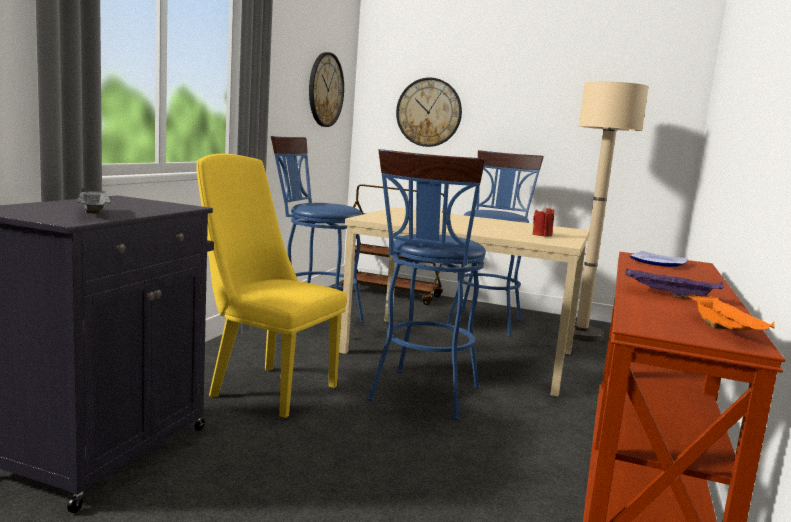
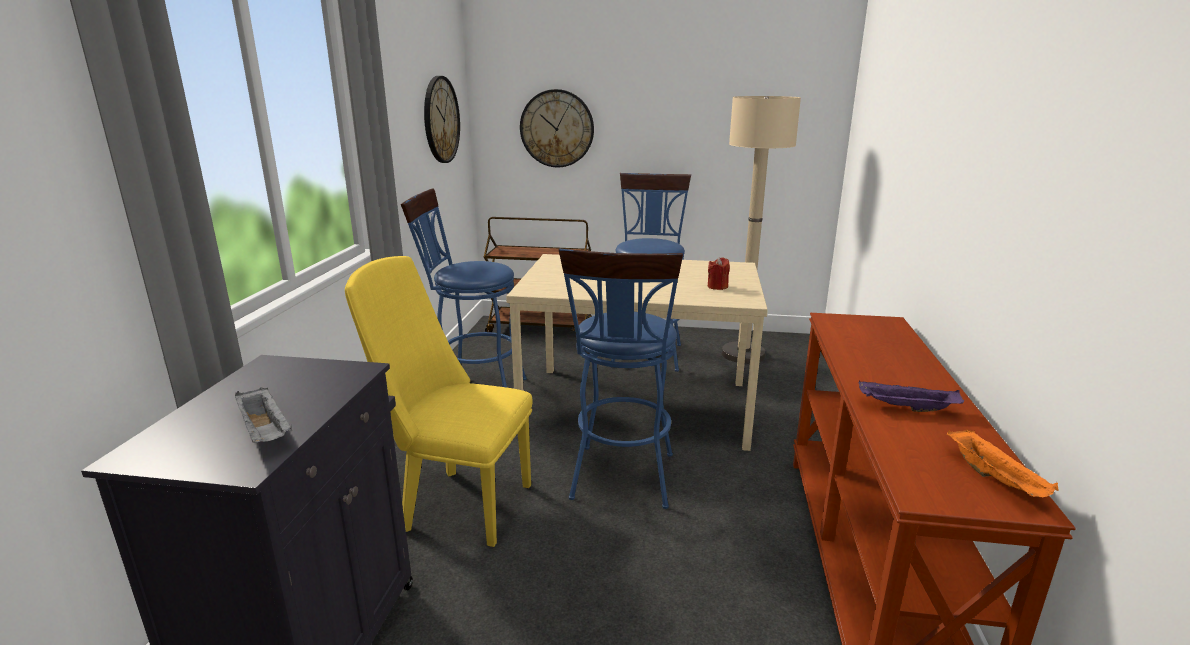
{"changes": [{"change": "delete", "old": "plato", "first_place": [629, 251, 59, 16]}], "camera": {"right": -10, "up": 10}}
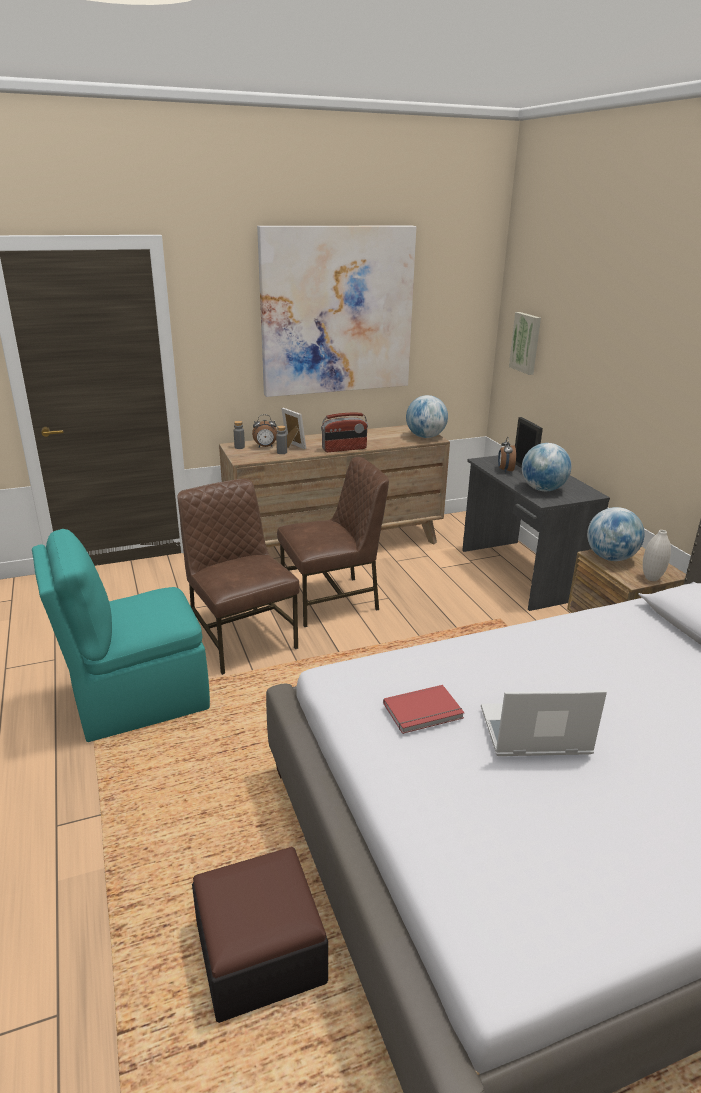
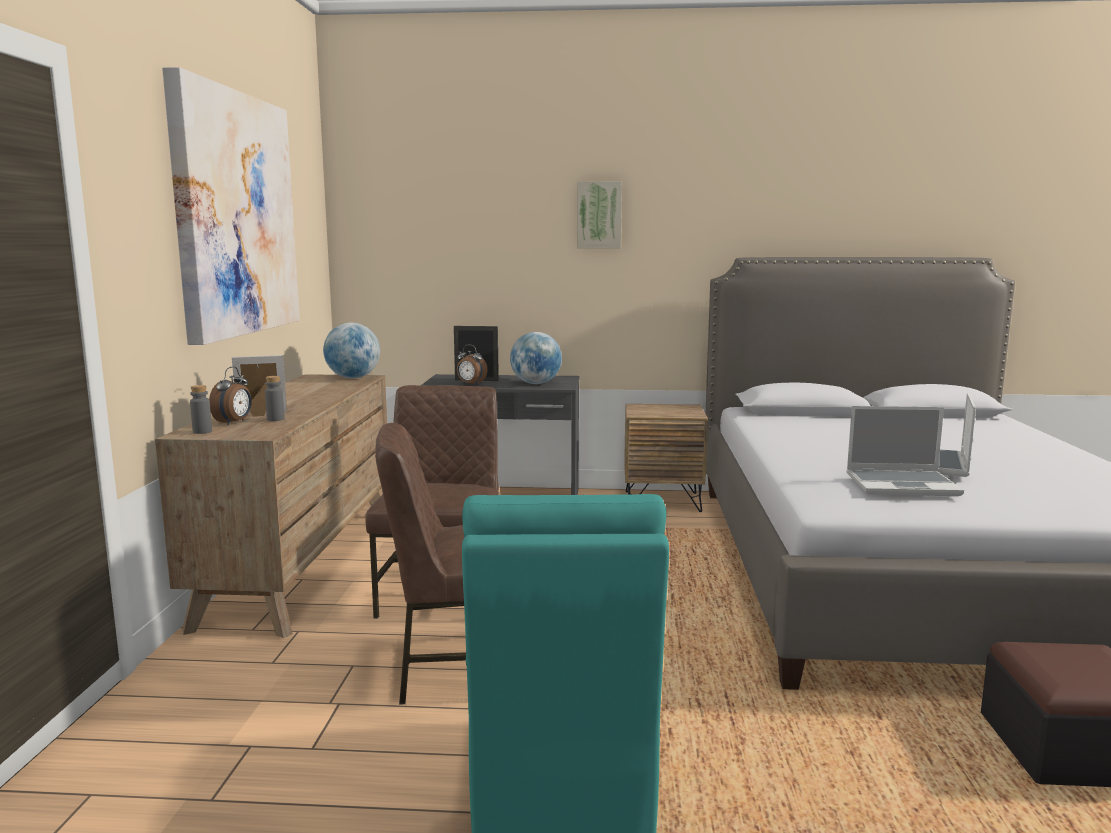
{"changes": [{"change": "move", "old": "cuadro", "first_place": [509, 312, 32, 63], "second_place": [577, 181, 45, 67]}, {"change": "delete", "old": "radio", "first_place": [321, 412, 47, 40]}, {"change": "delete", "old": "globo terráqueo", "first_place": [587, 507, 58, 54]}, {"change": "delete", "old": "florero/blanco", "first_place": [643, 530, 28, 51]}, {"change": "replace", "old": "libro/rojo", "new": "portátil", "first_place": [383, 685, 81, 49], "second_place": [846, 406, 118, 90]}], "camera": {"right": -65, "up": -15}}
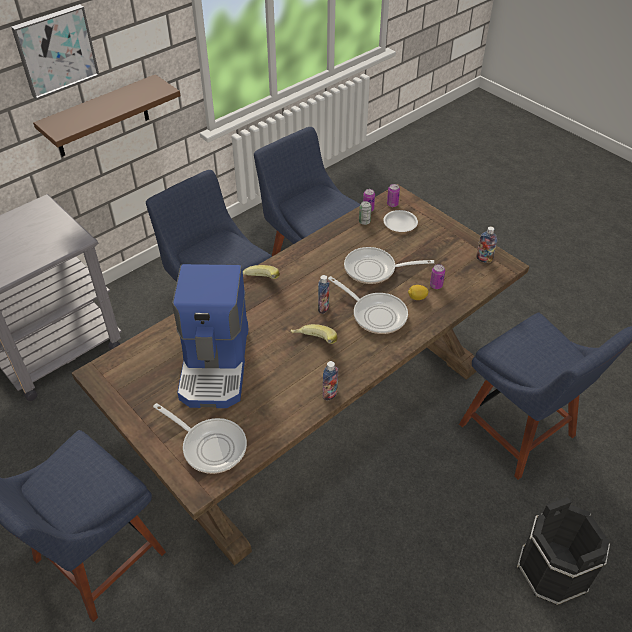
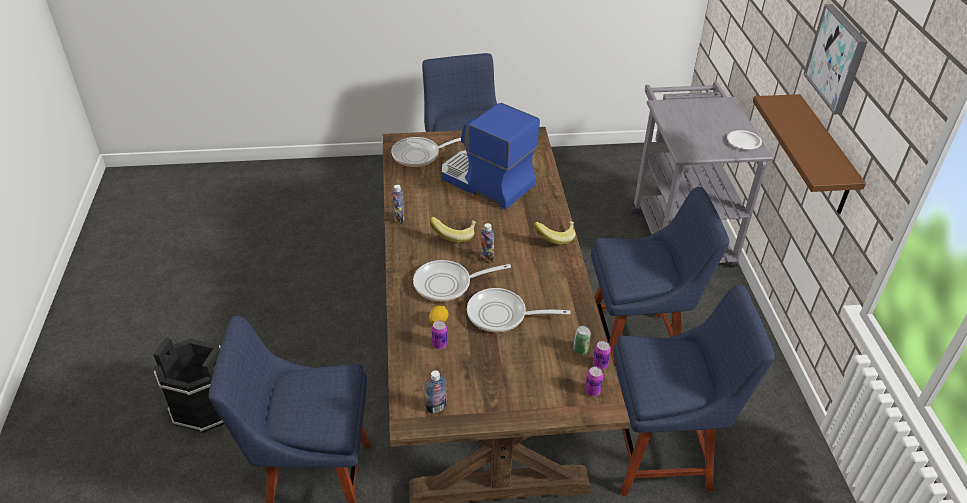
{"changes": [{"change": "move", "old": "plato/blanco", "first_place": [383, 210, 35, 22], "second_place": [727, 130, 35, 19]}, {"change": "rotate", "old": "sartén", "first_place": [344, 247, 90, 37], "second_place": [467, 288, 103, 44], "degrees": -120}], "camera": {"right": 125, "up": -5}}
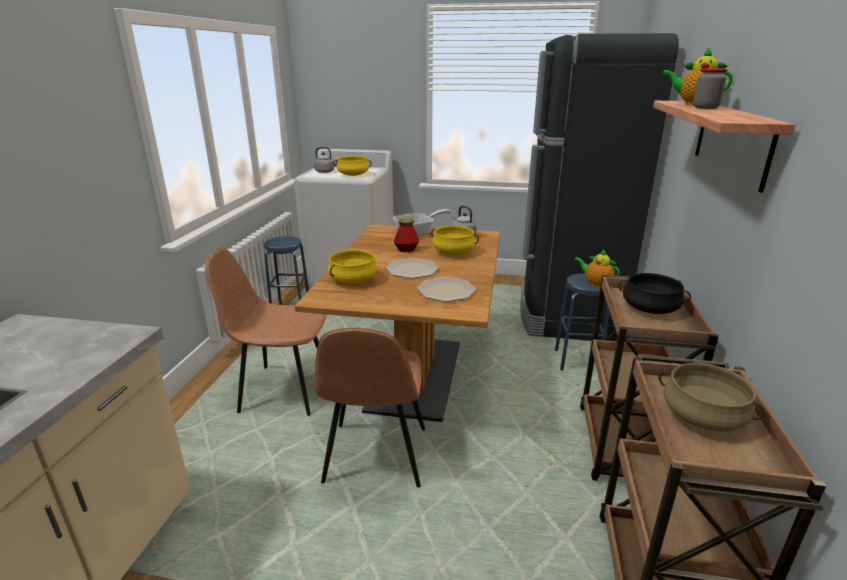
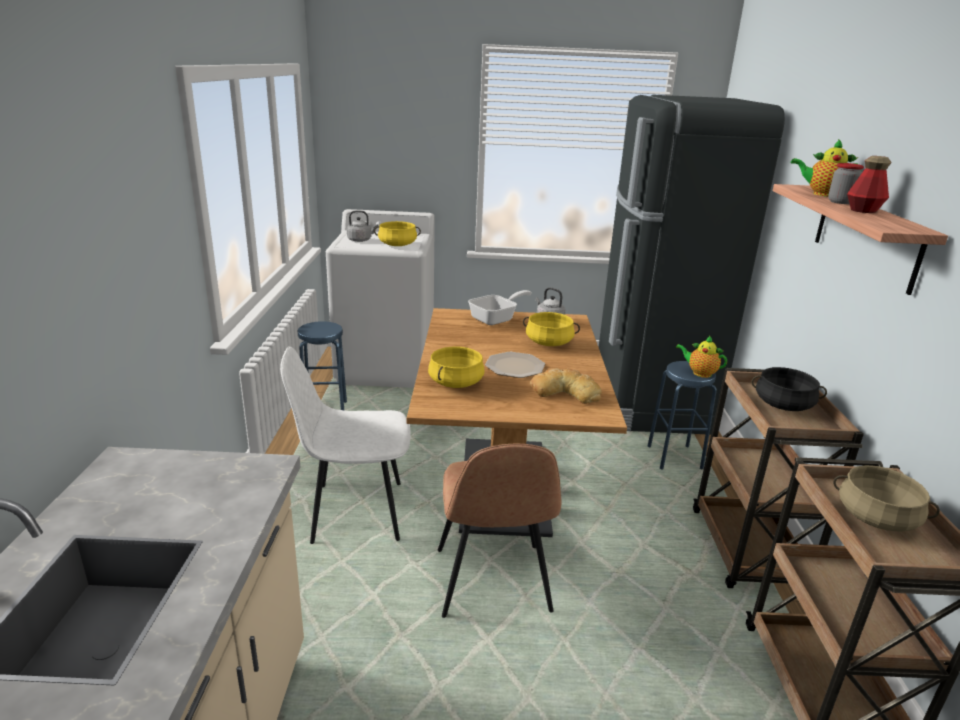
{"changes": [{"change": "move", "old": "botella", "first_place": [394, 216, 25, 36], "second_place": [847, 156, 44, 57]}, {"change": "recolor", "old": "silla/marrón", "new": "silla/blanco", "first_place": [205, 247, 122, 169], "second_place": [280, 346, 130, 198]}, {"change": "replace", "old": "plato", "new": "pan", "first_place": [417, 277, 59, 25], "second_place": [530, 368, 72, 36]}], "camera": {"right": -10, "up": 0}}
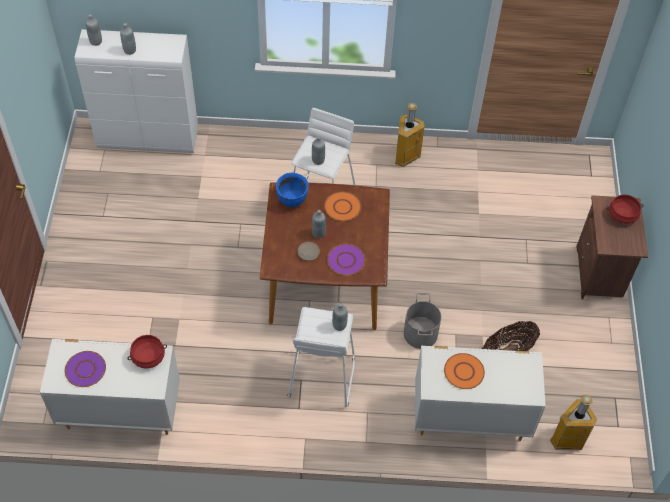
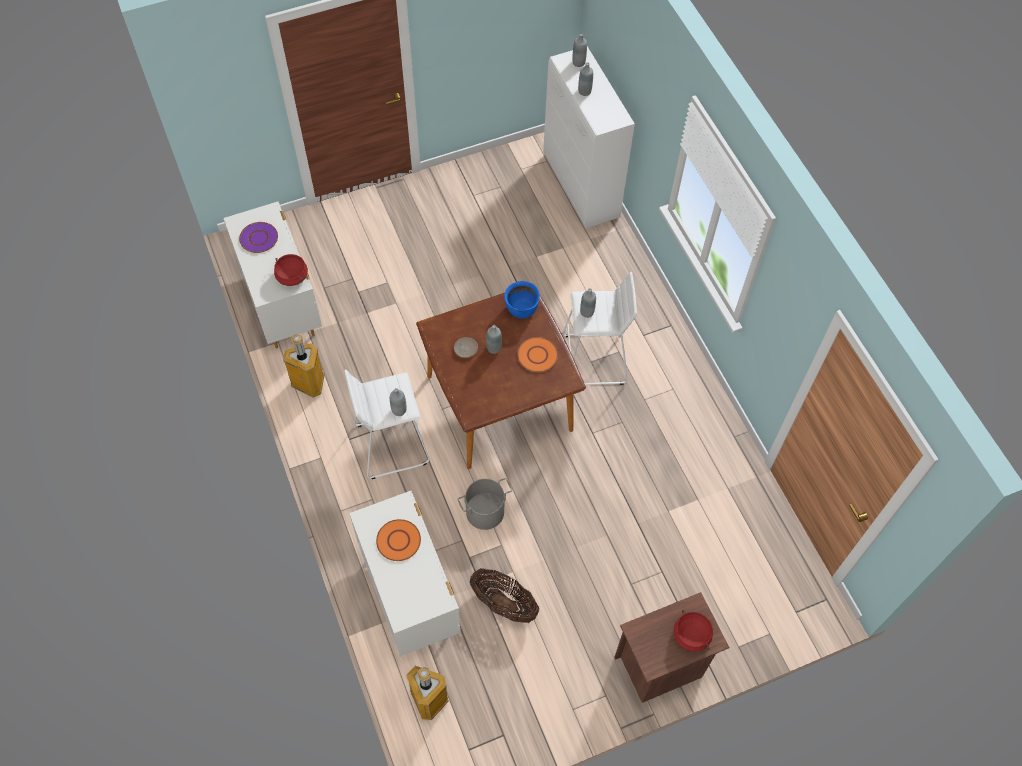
{"changes": [{"change": "move", "old": "papelera", "first_place": [395, 103, 30, 64], "second_place": [283, 334, 42, 64]}, {"change": "delete", "old": "plato/morado", "first_place": [327, 244, 38, 32]}], "camera": {"right": 65, "up": 5}}
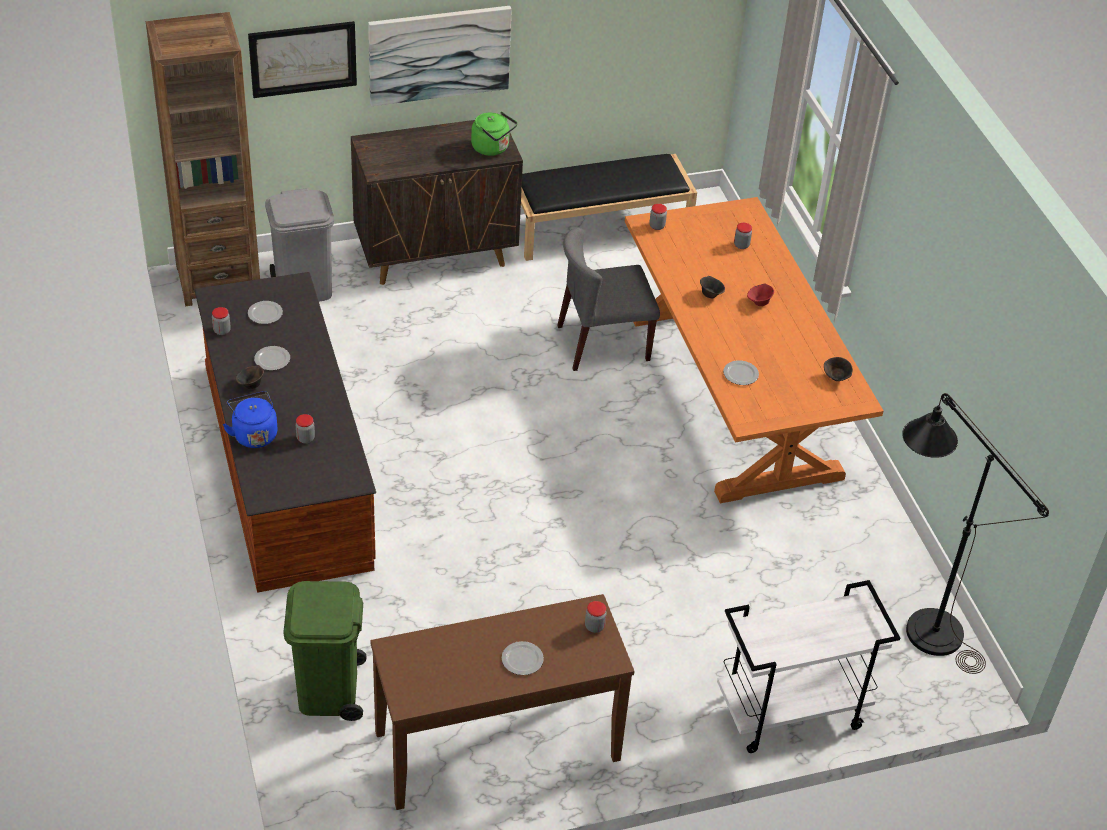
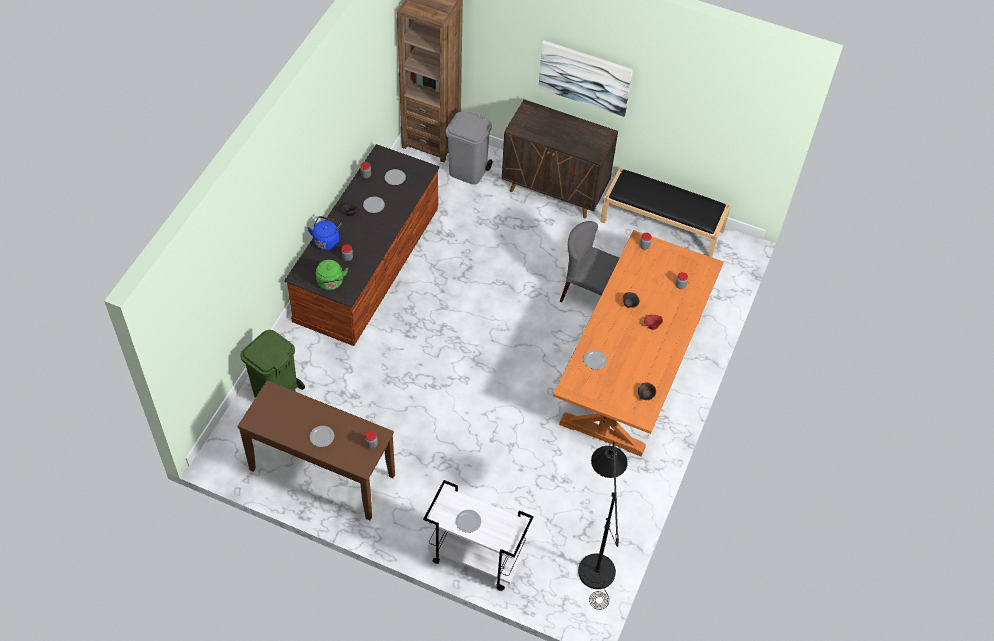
{"changes": [{"change": "delete", "old": "cuadro", "first_place": [248, 21, 109, 77]}, {"change": "move", "old": "hervidor/verde", "first_place": [471, 112, 46, 44], "second_place": [316, 260, 32, 30]}, {"change": "insert", "new": "plato", "second_place": [456, 510, 25, 23]}], "camera": {"right": 40, "up": 10}}
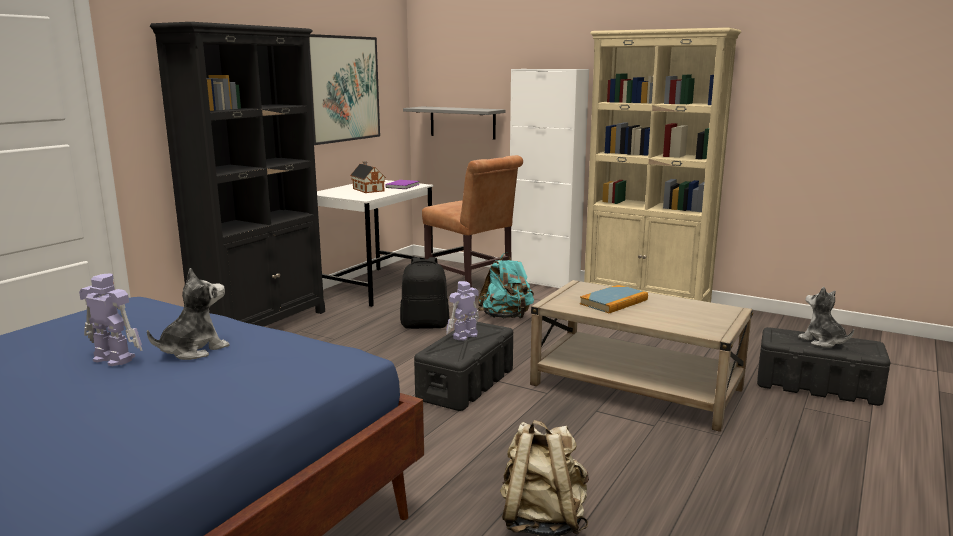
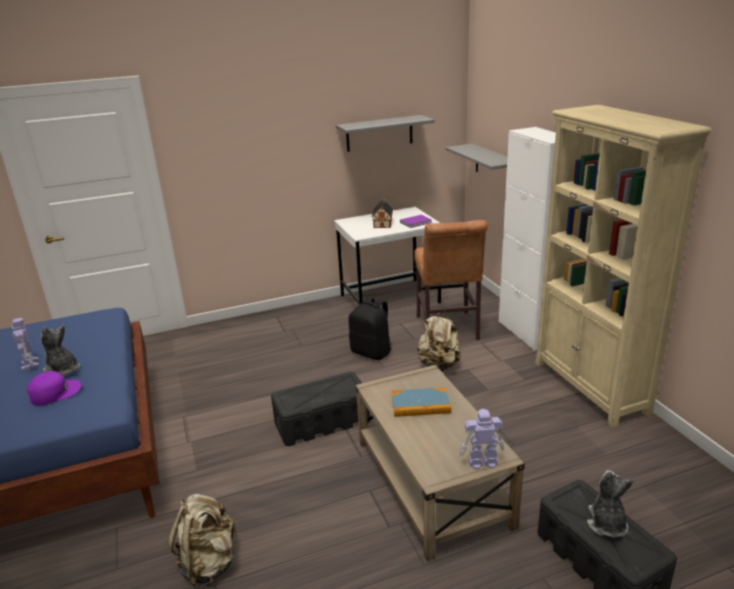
{"changes": [{"change": "delete", "old": "estantería/negro", "first_place": [150, 22, 175, 305]}, {"change": "replace", "old": "cuadro", "new": "estante/gris", "first_place": [308, 34, 72, 111], "second_place": [336, 115, 99, 37]}, {"change": "recolor", "old": "mochila/turquesa", "new": "mochila/beis", "first_place": [478, 252, 56, 66], "second_place": [417, 310, 44, 61]}, {"change": "rotate", "old": "peluche", "first_place": [147, 268, 82, 92], "second_place": [41, 325, 39, 52], "degrees": -135}, {"change": "move", "old": "robot de juguete", "first_place": [446, 281, 33, 60], "second_place": [459, 409, 45, 60]}, {"change": "insert", "new": "gorra/morado", "second_place": [27, 371, 55, 34]}], "camera": {"right": 40, "up": 10}}
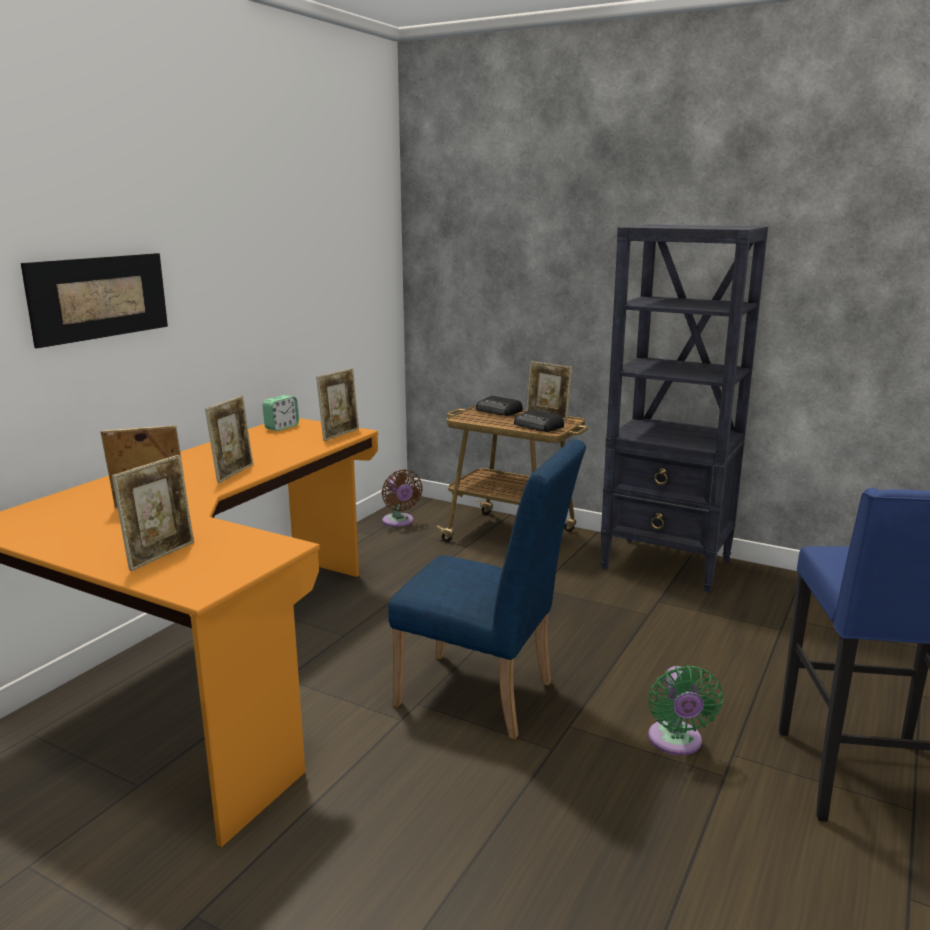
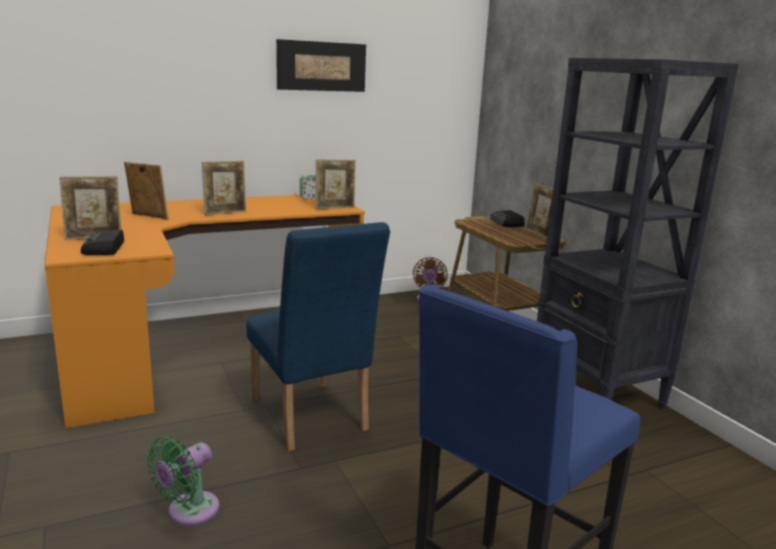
{"changes": [{"change": "move", "old": "cuadro", "first_place": [21, 253, 147, 95], "second_place": [276, 39, 90, 53]}, {"change": "move", "old": "radio", "first_place": [514, 409, 50, 23], "second_place": [81, 230, 43, 25]}, {"change": "move", "old": "ventilador/verde", "first_place": [648, 665, 75, 90], "second_place": [147, 436, 72, 90]}], "camera": {"right": 35, "up": 0}}
